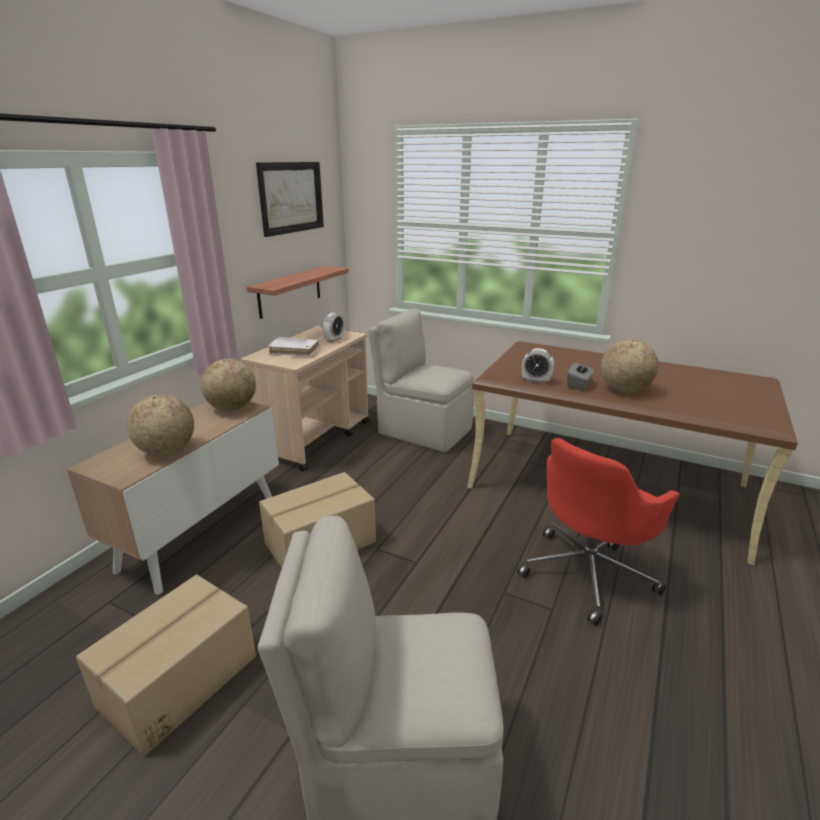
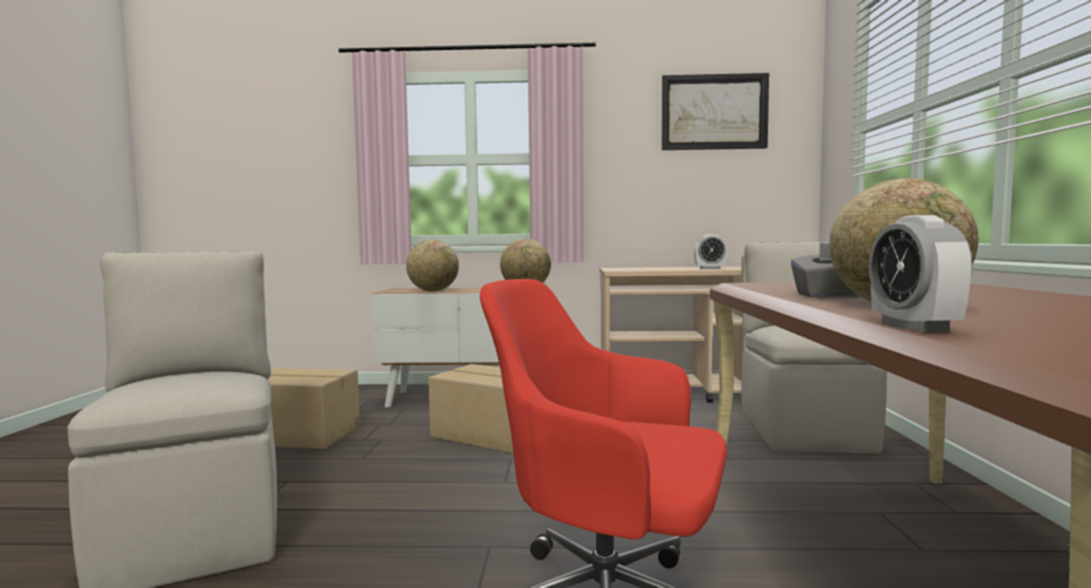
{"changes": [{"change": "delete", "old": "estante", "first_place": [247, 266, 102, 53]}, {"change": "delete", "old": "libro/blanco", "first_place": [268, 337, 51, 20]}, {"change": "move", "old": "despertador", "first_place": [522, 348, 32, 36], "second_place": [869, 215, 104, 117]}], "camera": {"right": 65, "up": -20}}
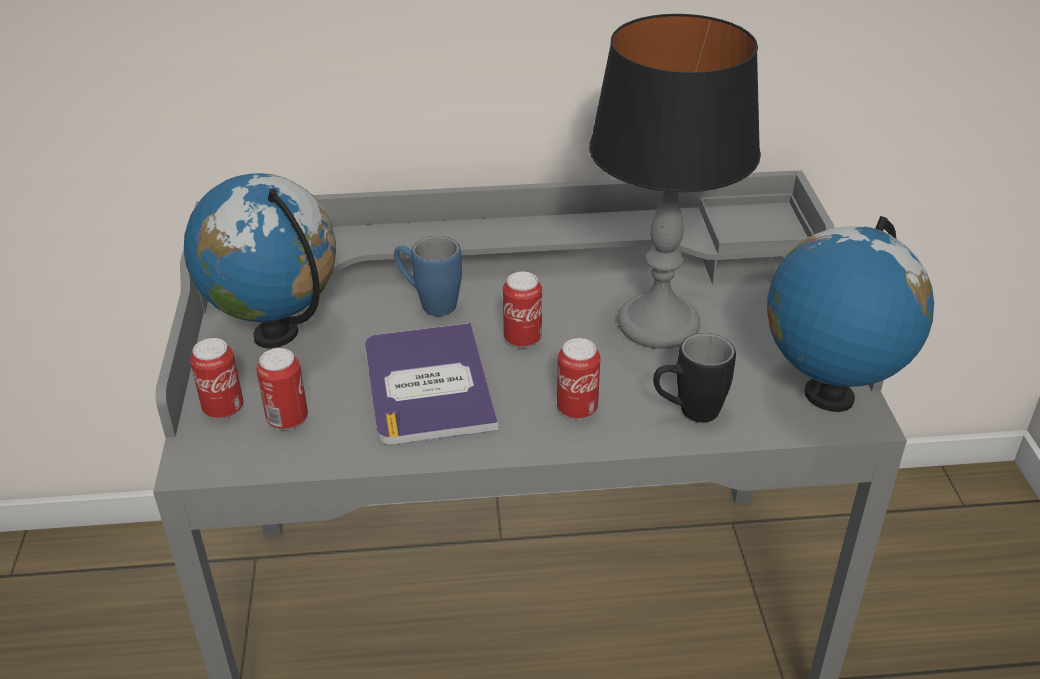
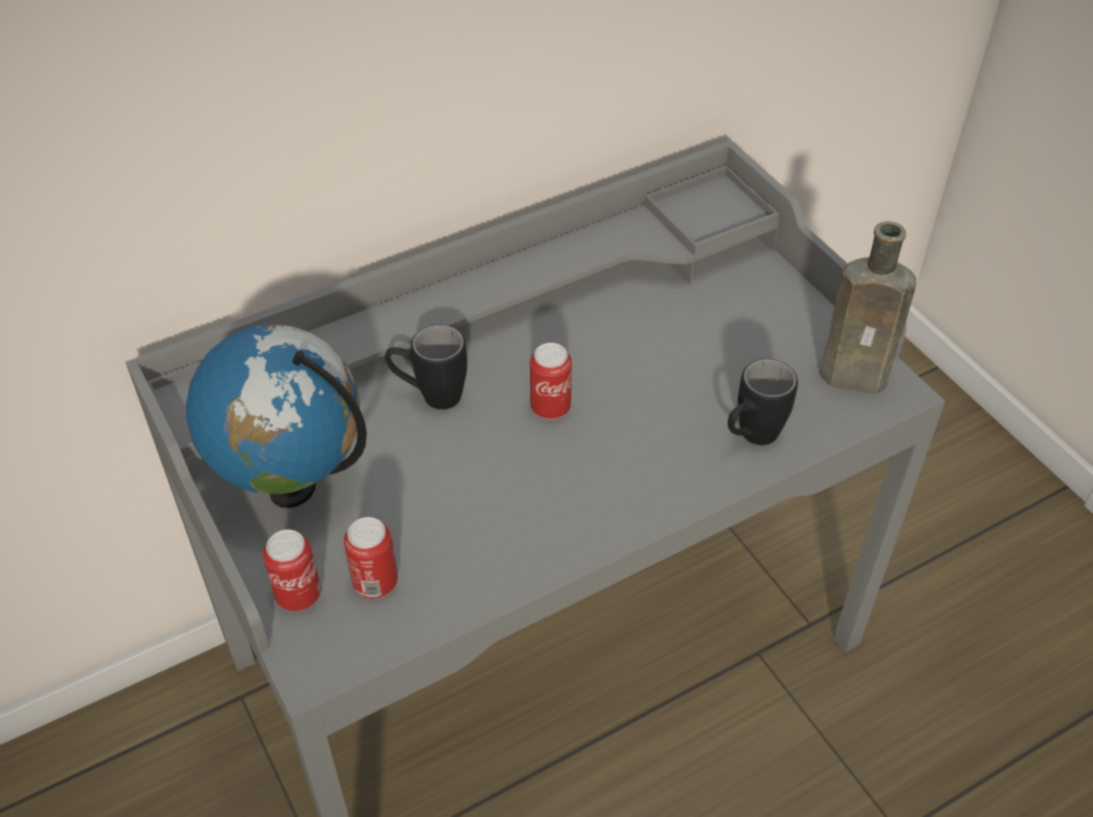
{"changes": [{"change": "delete", "old": "lámpara de mesa", "first_place": [589, 14, 172, 335]}, {"change": "replace", "old": "globo terráqueo", "new": "botella/marrón", "first_place": [767, 216, 167, 196], "second_place": [820, 221, 96, 173]}, {"change": "recolor", "old": "taza grande/azul", "new": "taza grande/negro", "first_place": [394, 236, 68, 80], "second_place": [385, 325, 82, 85]}, {"change": "delete", "old": "libro", "first_place": [365, 323, 133, 122]}, {"change": "delete", "old": "lata", "first_place": [557, 338, 43, 82]}], "camera": {"right": -25, "up": 10}}
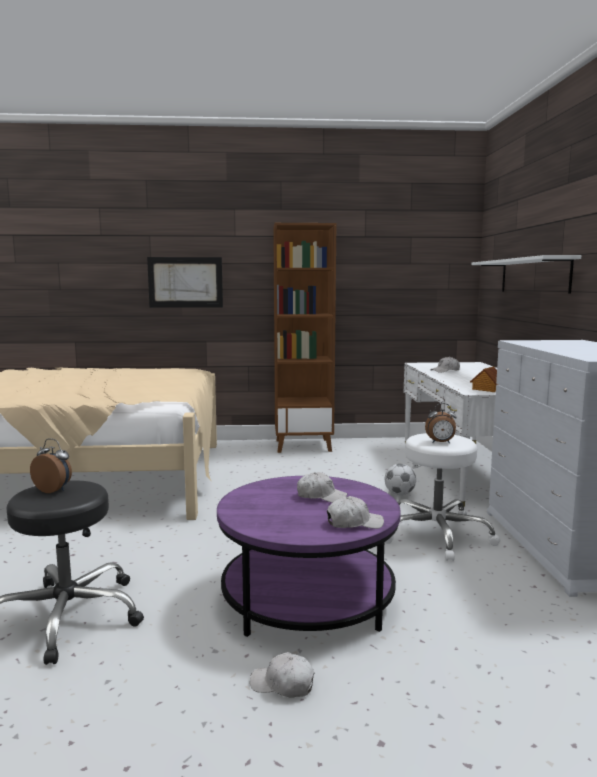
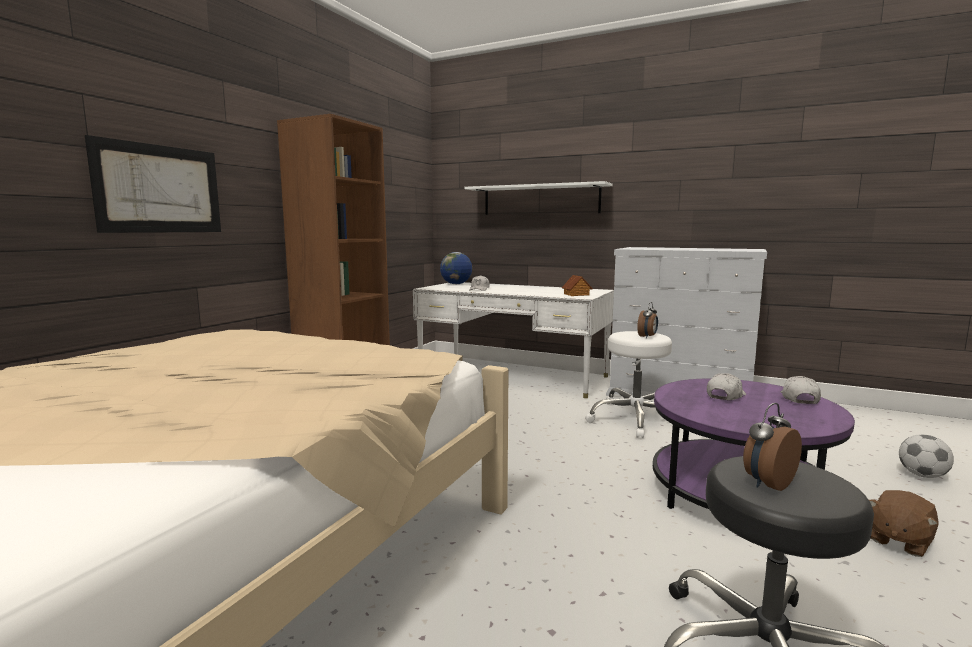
{"changes": [{"change": "move", "old": "balón de fútbol", "first_place": [385, 464, 31, 31], "second_place": [899, 434, 55, 44]}, {"change": "replace", "old": "gorra/blanco", "new": "peluche/marrón", "first_place": [250, 652, 64, 46], "second_place": [869, 490, 70, 67]}, {"change": "insert", "new": "globo terráqueo", "second_place": [440, 252, 32, 32]}], "camera": {"right": -60, "up": 0}}
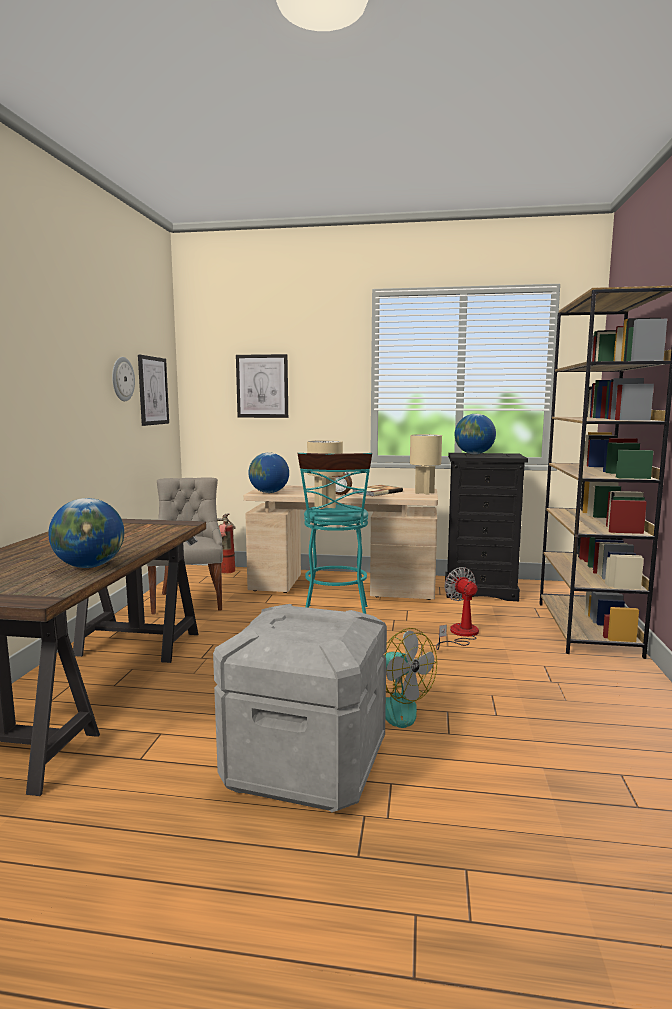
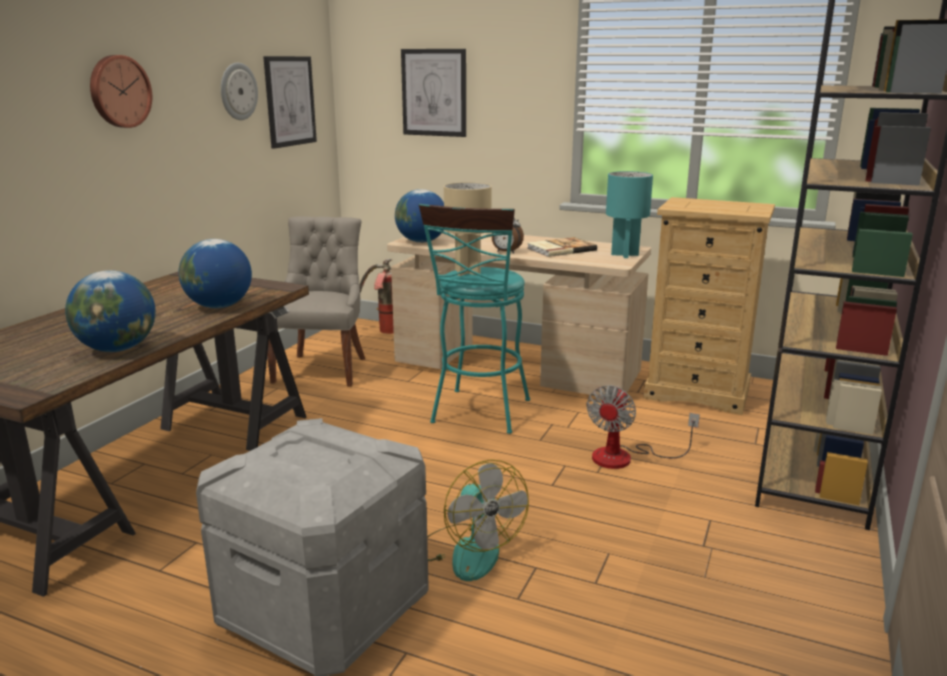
{"changes": [{"change": "move", "old": "globo terráqueo", "first_place": [455, 414, 41, 40], "second_place": [178, 239, 74, 69]}, {"change": "recolor", "old": "lámpara de mesa/beis", "new": "lámpara de mesa/turquesa", "first_place": [410, 434, 32, 61], "second_place": [606, 171, 47, 87]}, {"change": "recolor", "old": "cómoda/negro", "new": "cómoda/beis", "first_place": [445, 453, 83, 148], "second_place": [644, 197, 131, 218]}, {"change": "rotate", "old": "ventilador", "first_place": [436, 567, 43, 83], "second_place": [586, 385, 114, 84], "degrees": -150}, {"change": "insert", "new": "reloj de pared", "second_place": [90, 55, 62, 73]}], "camera": {"right": 15, "up": 10}}
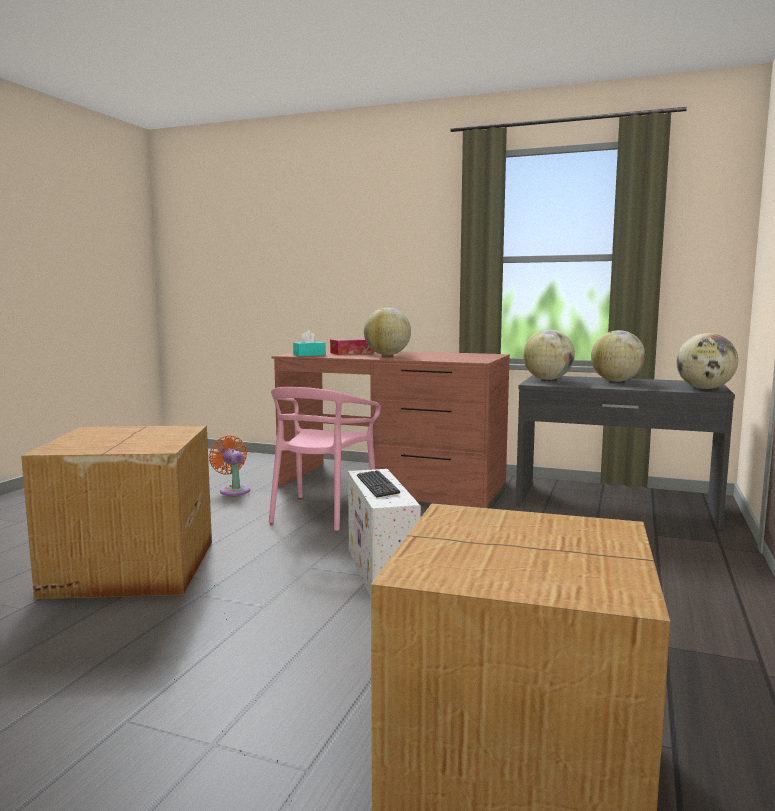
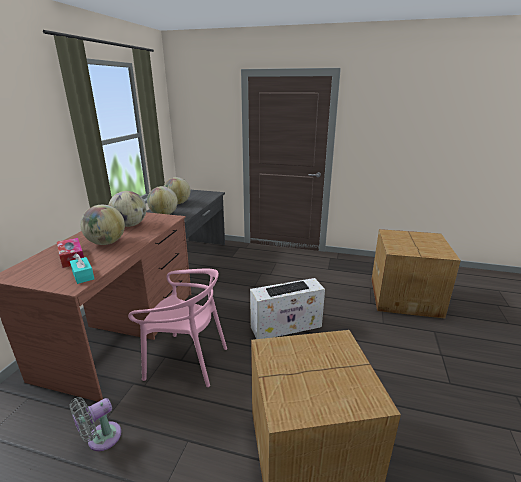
{"changes": [{"change": "move", "old": "globo terráqueo", "first_place": [676, 333, 62, 56], "second_place": [108, 191, 38, 36]}, {"change": "recolor", "old": "ventilador/naranja", "new": "ventilador/gris", "first_place": [209, 436, 41, 60], "second_place": [69, 397, 53, 54]}], "camera": {"right": -95, "up": 15}}
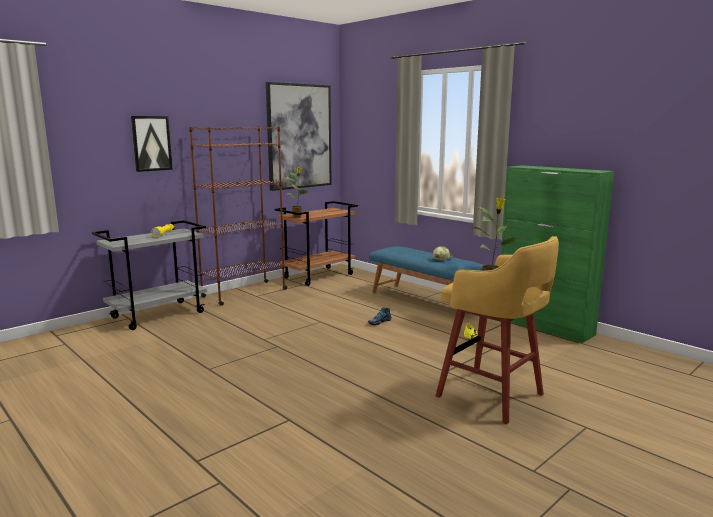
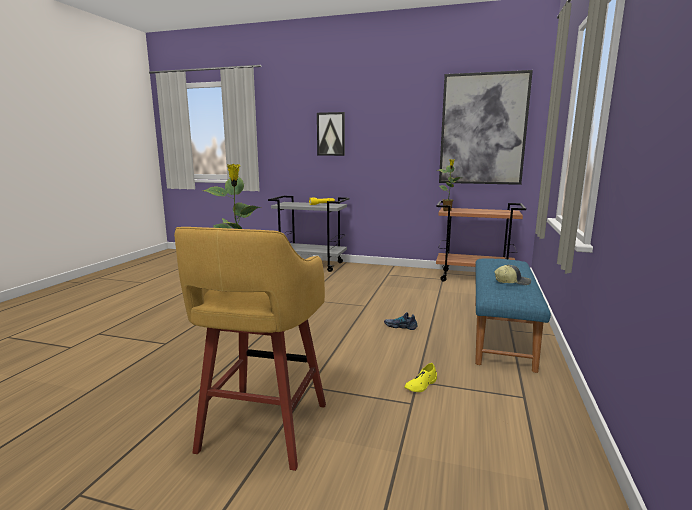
{"changes": [{"change": "delete", "old": "estantería/marrón", "first_place": [189, 126, 98, 180]}, {"change": "delete", "old": "armario/verde", "first_place": [501, 165, 113, 178]}], "camera": {"right": 60, "up": 0}}
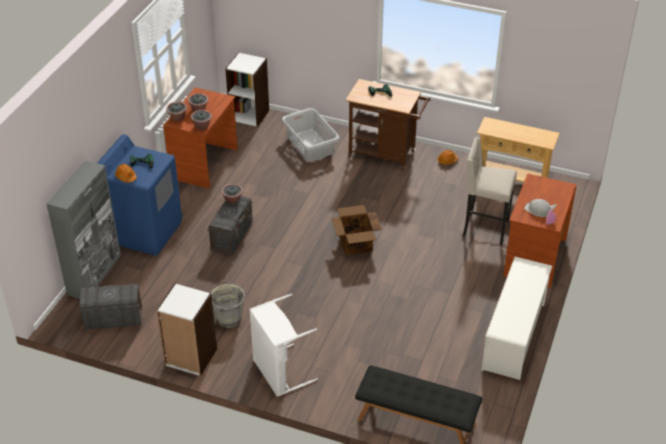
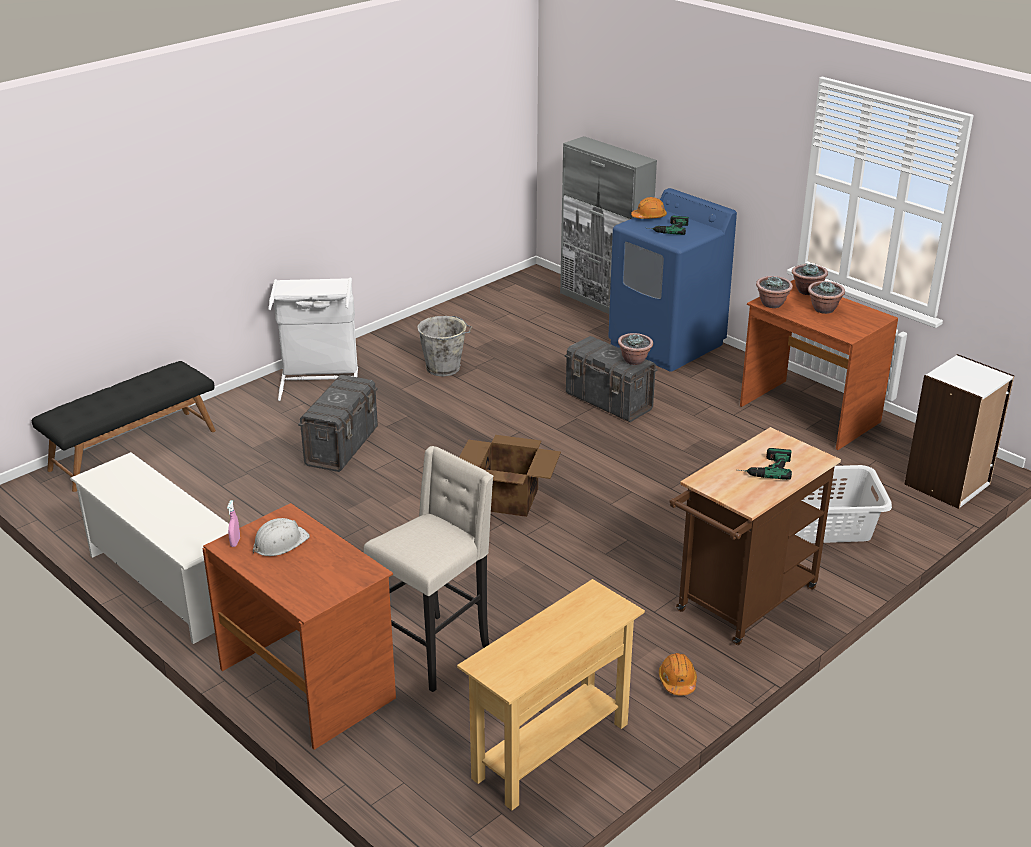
{"changes": [{"change": "delete", "old": "estantería/blanco", "first_place": [156, 283, 61, 93]}, {"change": "move", "old": "caja de almacenaje/gris", "first_place": [79, 284, 63, 46], "second_place": [298, 375, 80, 97]}], "camera": {"right": 115, "up": -10}}
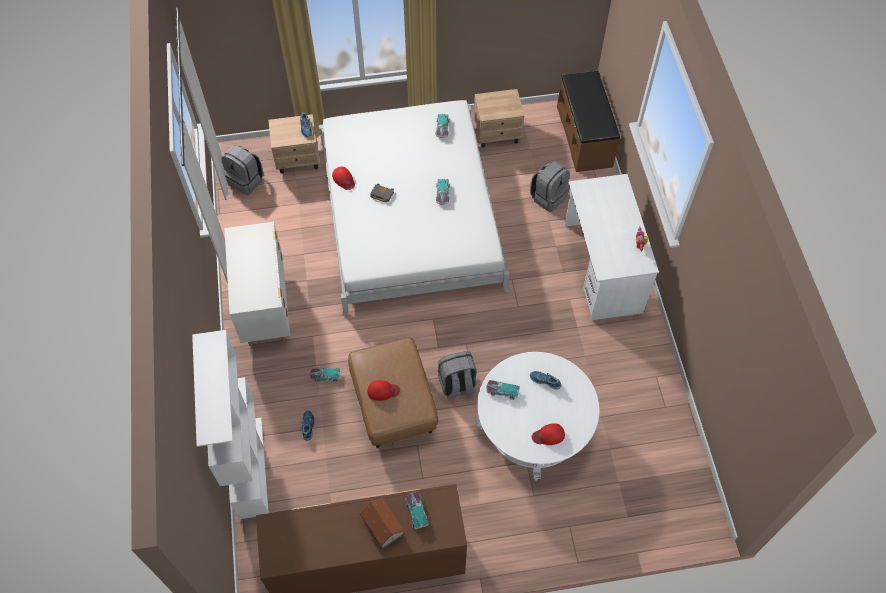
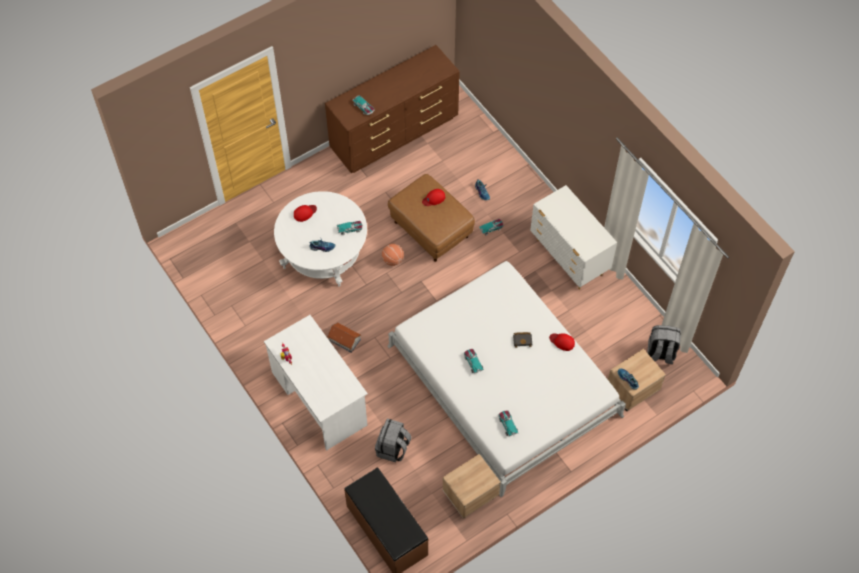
{"changes": [{"change": "delete", "old": "estantería/blanco", "first_place": [192, 330, 77, 189]}, {"change": "replace", "old": "mochila/gris", "new": "balón de baloncesto", "first_place": [438, 351, 39, 48], "second_place": [382, 244, 22, 22]}, {"change": "move", "old": "casita", "first_place": [359, 498, 46, 51], "second_place": [327, 322, 34, 31]}], "camera": {"right": 155, "up": 0}}
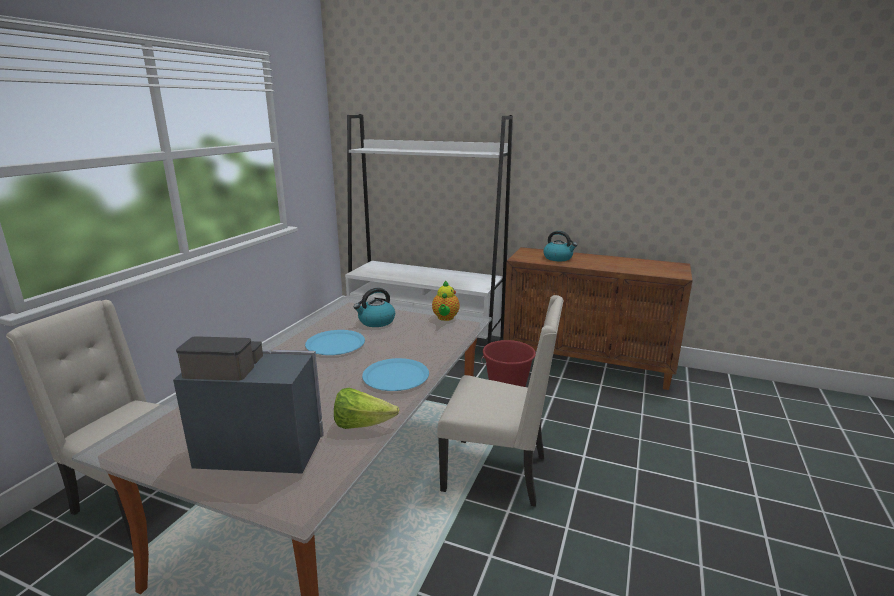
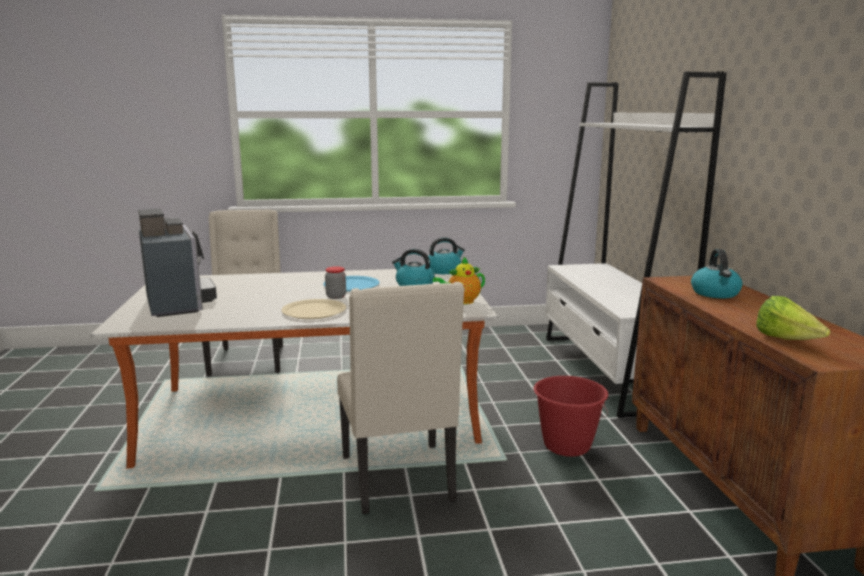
{"changes": [{"change": "recolor", "old": "plato/azul", "new": "plato/beis", "first_place": [362, 358, 67, 33], "second_place": [281, 299, 65, 20]}, {"change": "move", "old": "lechuga", "first_place": [334, 388, 65, 41], "second_place": [756, 296, 74, 44]}, {"change": "insert", "new": "hervidor", "second_place": [428, 237, 37, 37]}, {"change": "insert", "new": "tarro", "second_place": [325, 266, 21, 33]}], "camera": {"right": 60, "up": -5}}
